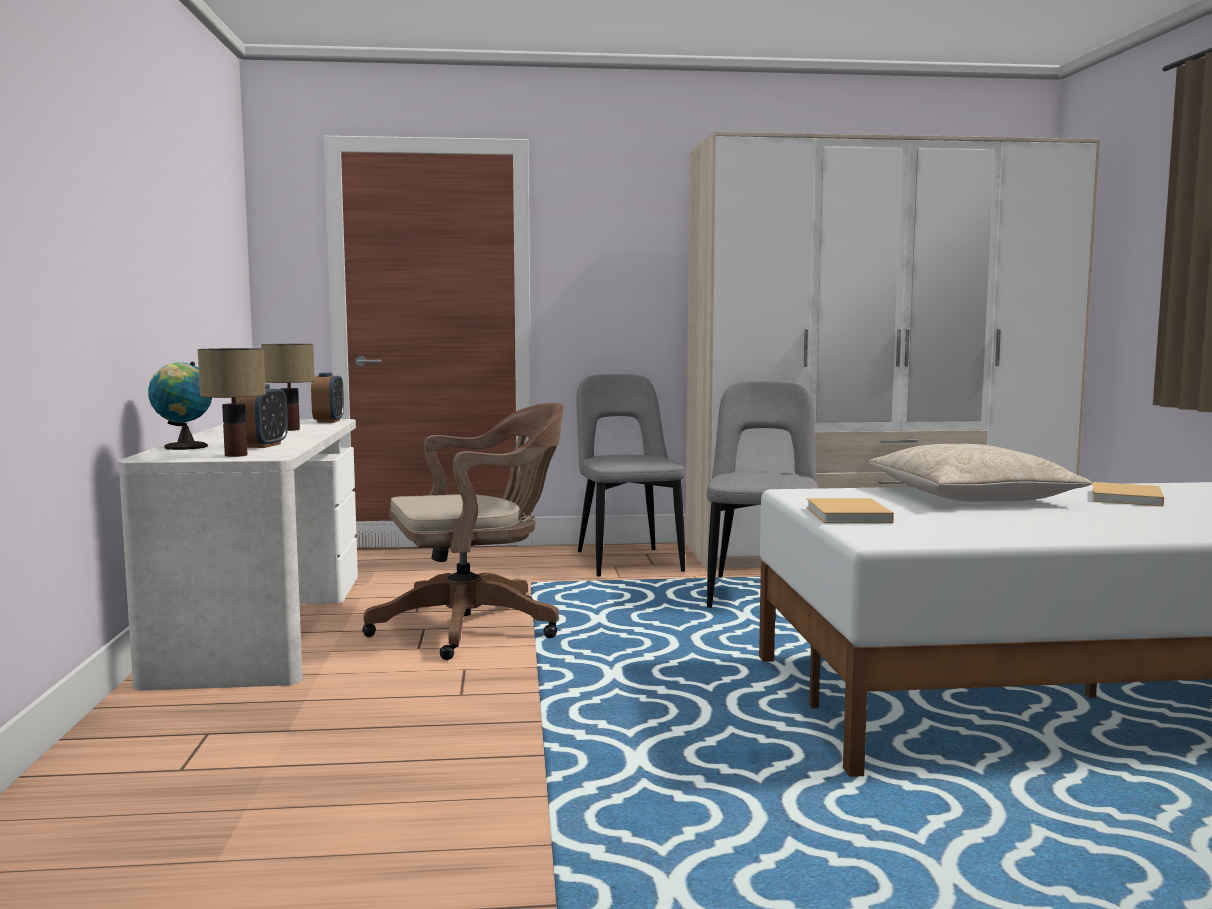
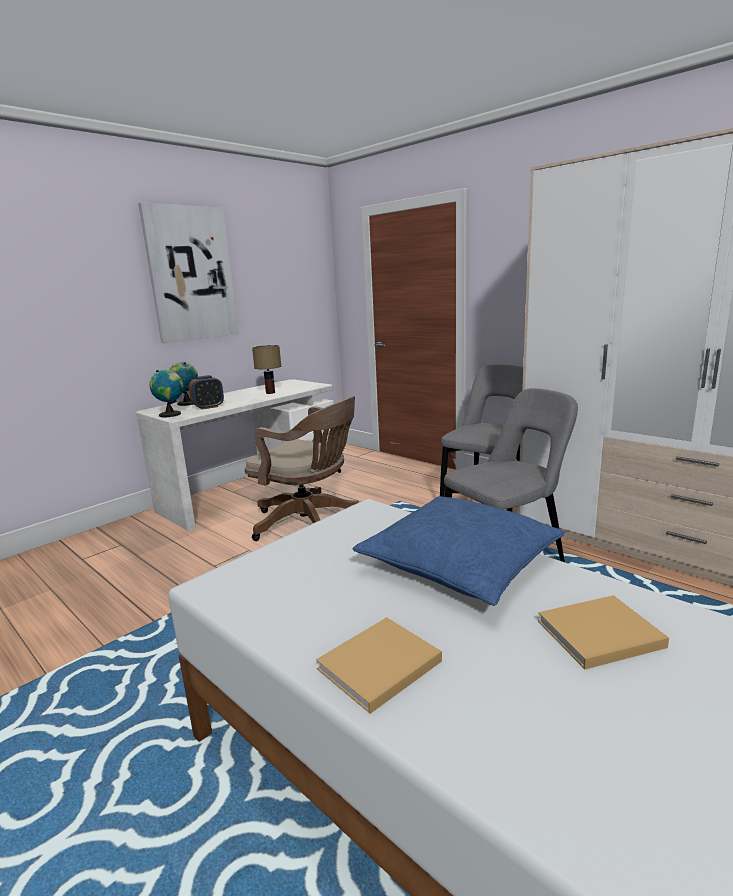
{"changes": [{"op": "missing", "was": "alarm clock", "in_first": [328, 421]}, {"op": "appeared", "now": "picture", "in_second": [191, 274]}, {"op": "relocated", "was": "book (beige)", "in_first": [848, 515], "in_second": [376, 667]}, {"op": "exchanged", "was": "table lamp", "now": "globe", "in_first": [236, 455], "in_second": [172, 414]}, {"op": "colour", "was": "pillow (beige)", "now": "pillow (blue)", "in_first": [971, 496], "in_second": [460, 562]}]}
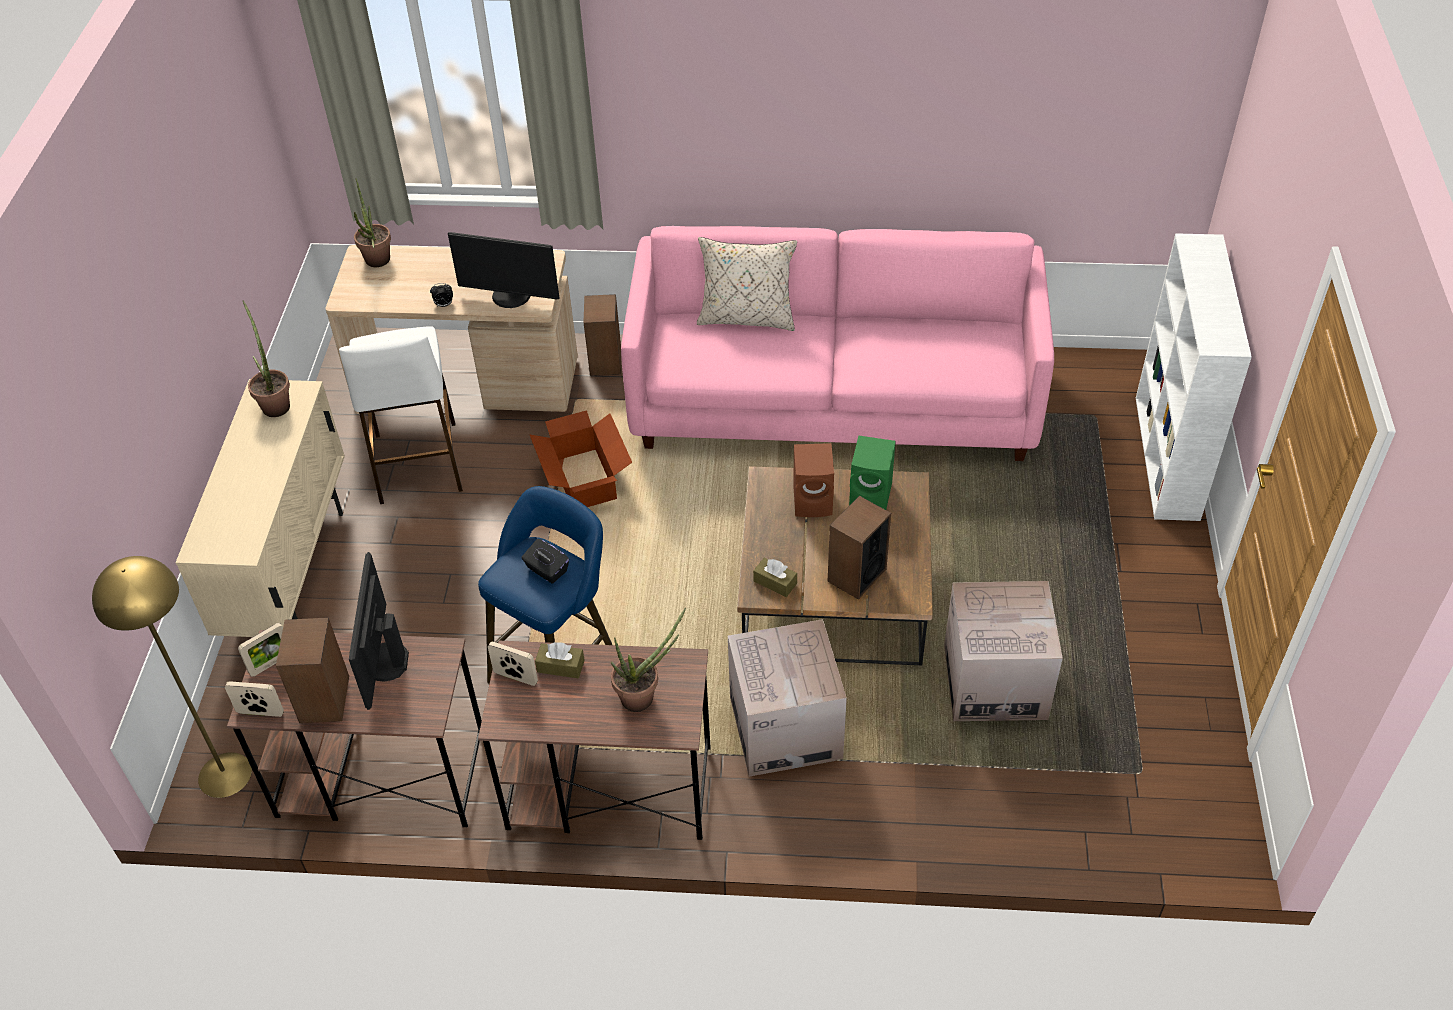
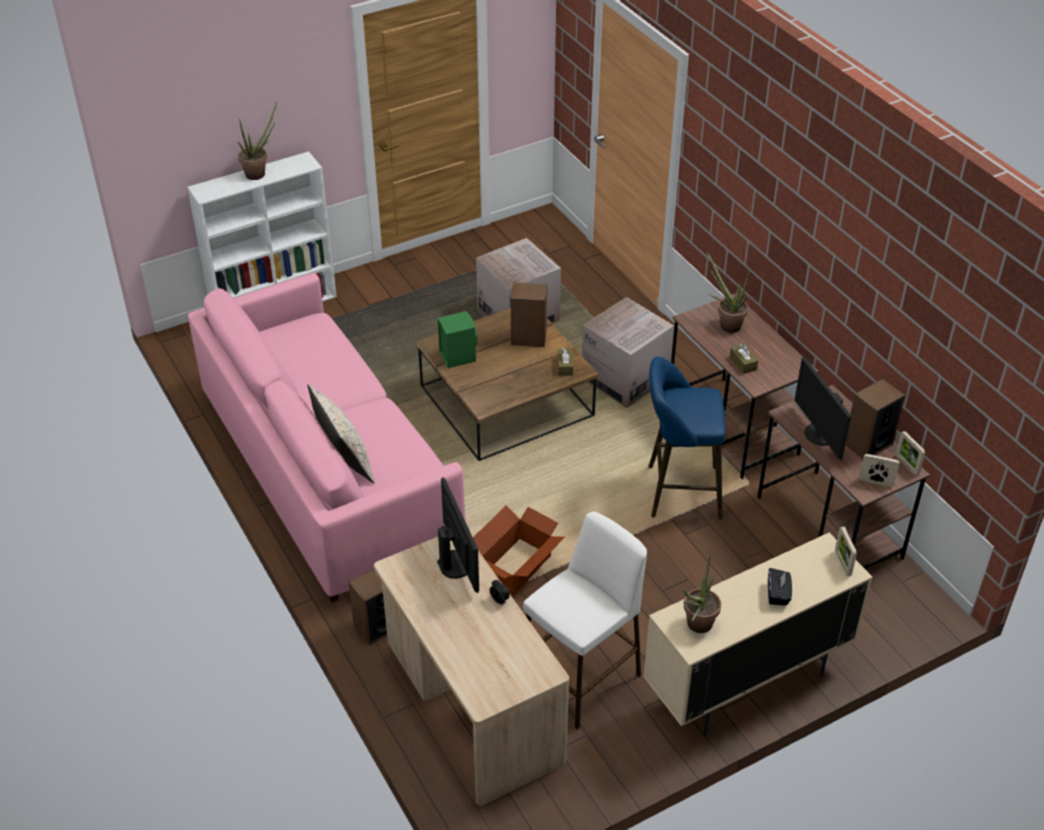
{"changes": [{"op": "missing", "was": "floor lamp (yellow)", "in_first": [224, 775]}, {"op": "missing", "was": "speaker (brown)", "in_first": [814, 501]}, {"op": "relocated", "was": "potted plant", "in_first": [377, 263], "in_second": [259, 173]}, {"op": "relocated", "was": "picture frame", "in_first": [515, 677], "in_second": [842, 563]}, {"op": "relocated", "was": "tissue box (black)", "in_first": [547, 570], "in_second": [778, 594]}, {"op": "spun", "was": "monitor", "in_first": [384, 662], "in_second": [819, 434], "clockwise": 105}]}
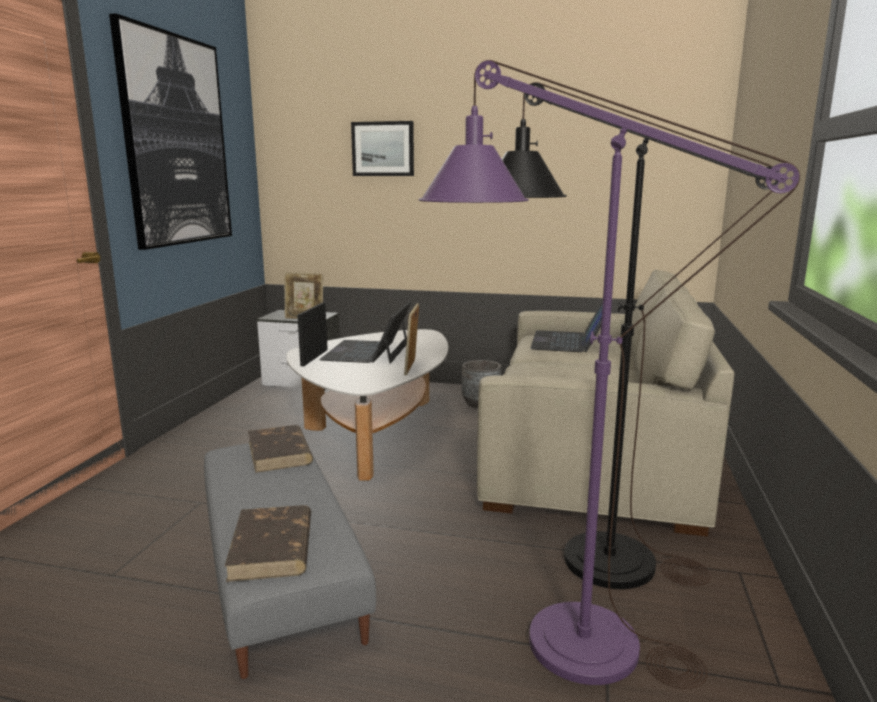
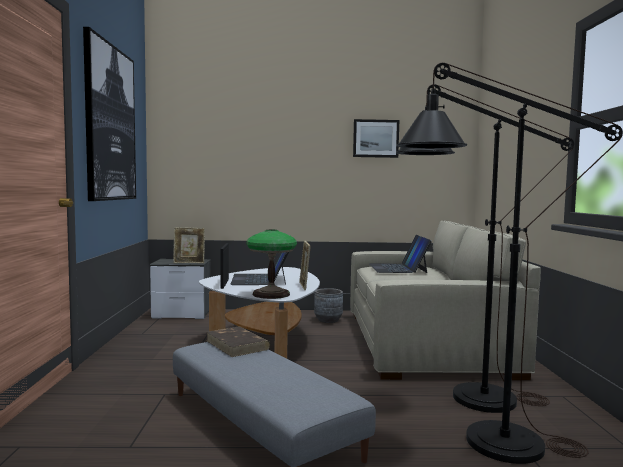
{"changes": [{"op": "missing", "was": "book (brown)", "in_first": [272, 548]}, {"op": "appeared", "now": "table lamp", "in_second": [271, 294]}, {"op": "relocated", "was": "picture", "in_first": [383, 149], "in_second": [375, 138]}, {"op": "colour", "was": "floor lamp (purple)", "now": "floor lamp (black)", "in_first": [551, 636], "in_second": [482, 442]}]}
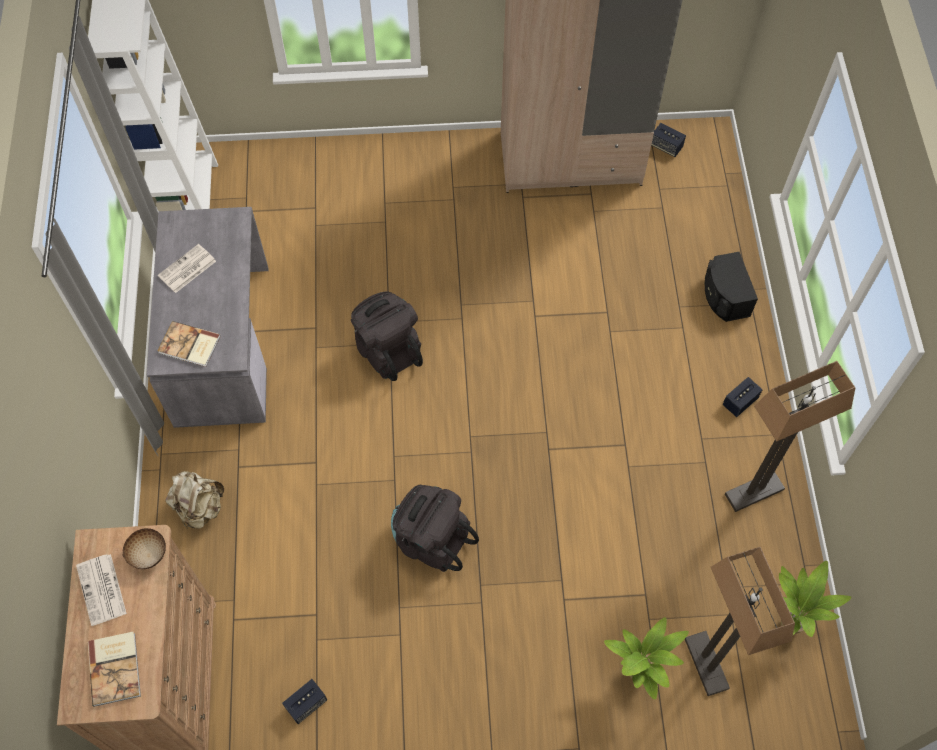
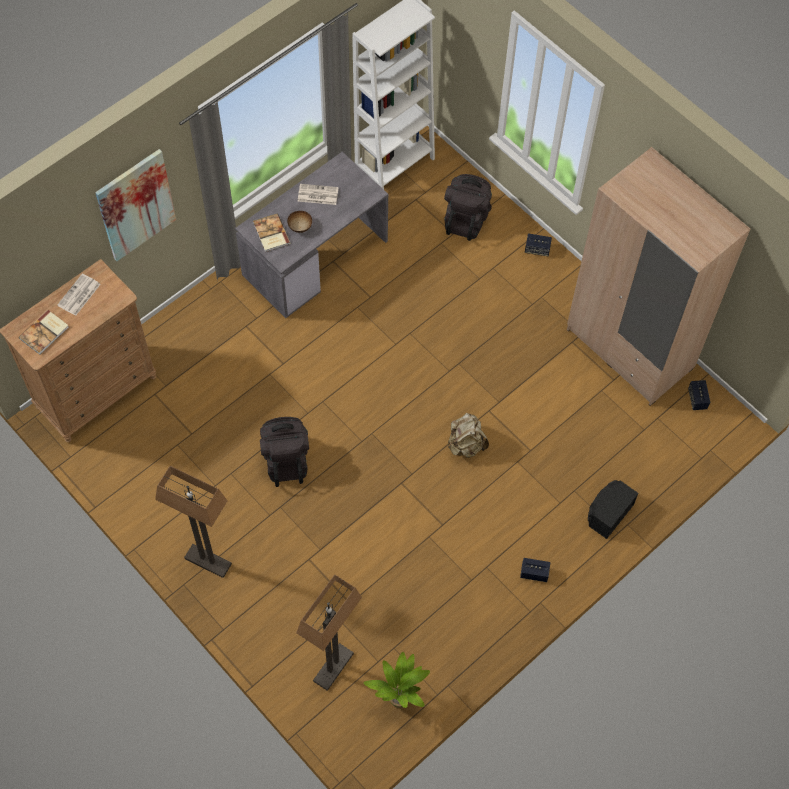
{"changes": [{"op": "missing", "was": "potted plant", "in_first": [638, 674]}, {"op": "appeared", "now": "picture", "in_second": [136, 205]}, {"op": "relocated", "was": "bowl", "in_first": [149, 554], "in_second": [300, 227]}, {"op": "relocated", "was": "backpack (beige)", "in_first": [199, 507], "in_second": [466, 444]}, {"op": "relocated", "was": "speaker", "in_first": [306, 704], "in_second": [537, 249]}, {"op": "relocated", "was": "backpack (black)", "in_first": [387, 350], "in_second": [466, 219]}, {"op": "relocated", "was": "floor lamp", "in_first": [754, 492], "in_second": [207, 561]}]}
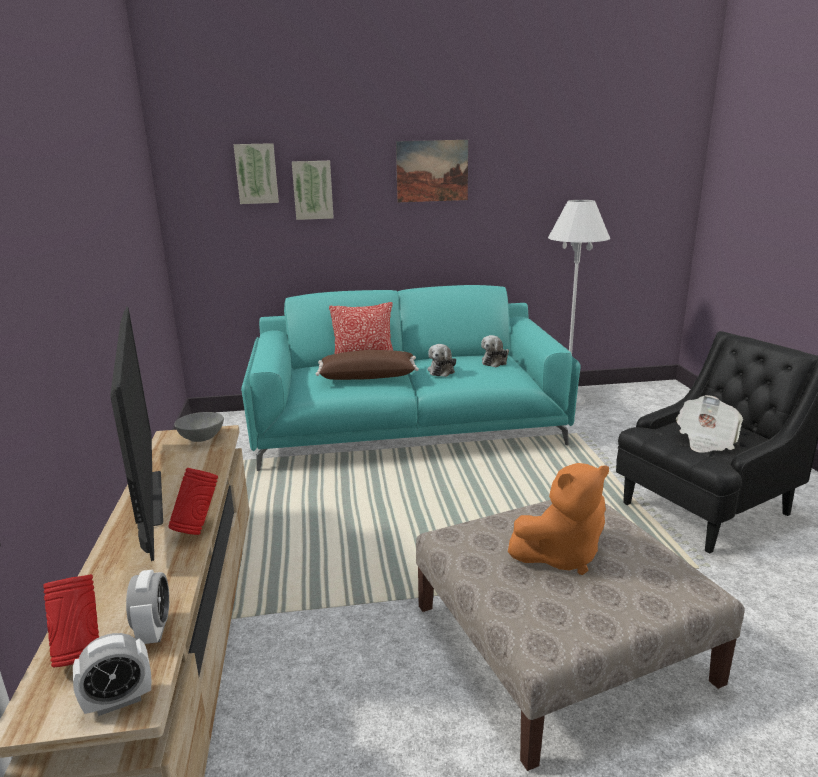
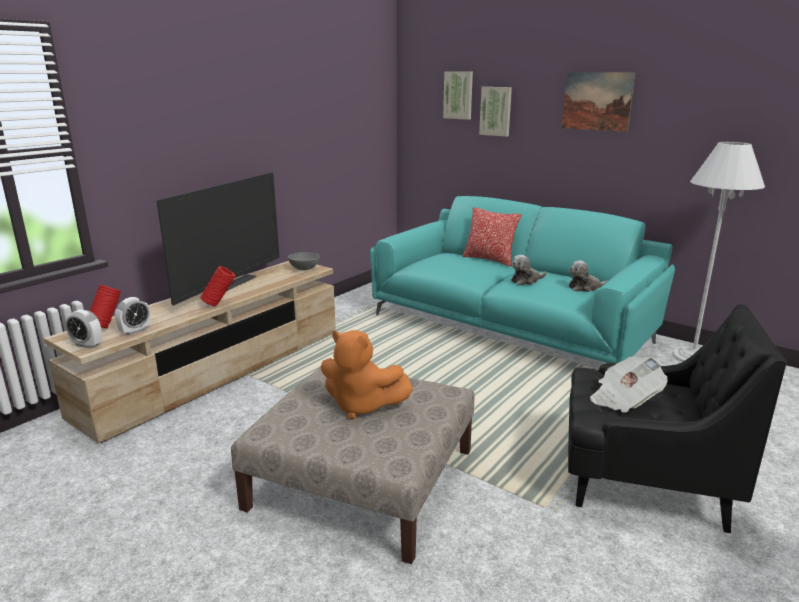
{"changes": [{"op": "missing", "was": "pillow (brown)", "in_first": [367, 376]}]}
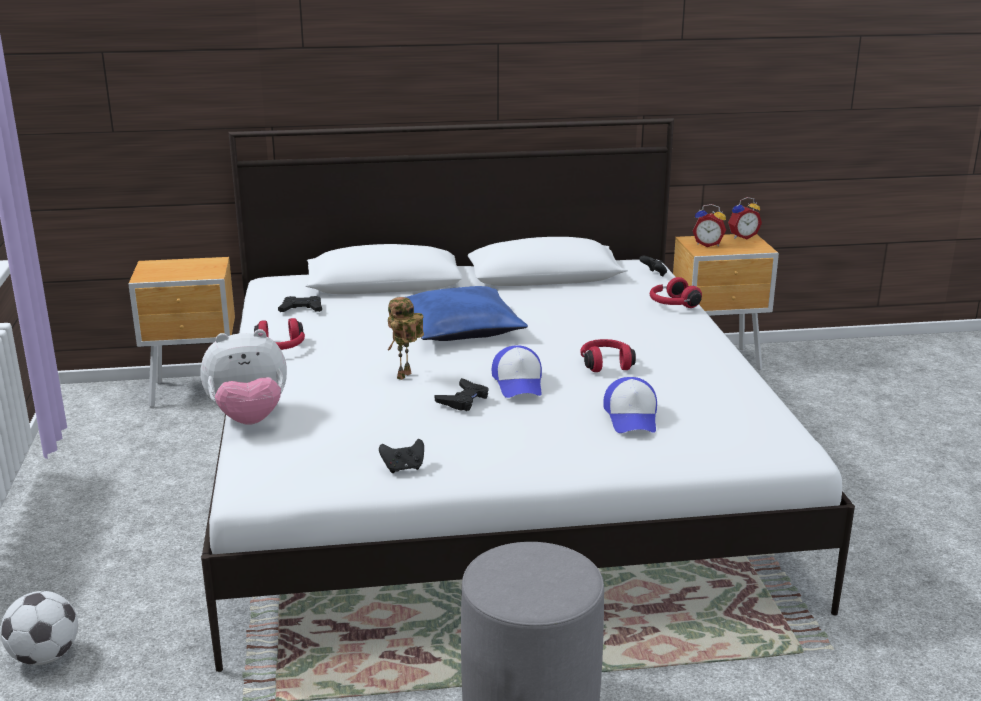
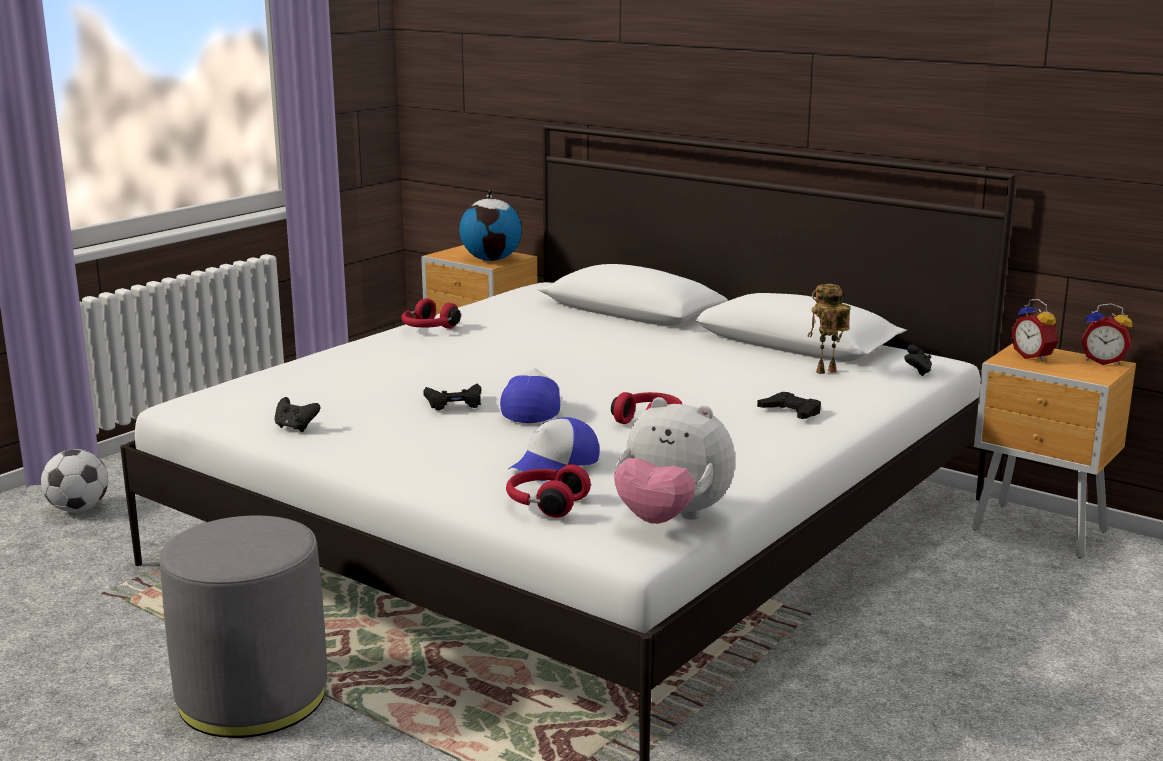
{"changes": [{"op": "missing", "was": "pillow (blue)", "in_first": [461, 329]}, {"op": "appeared", "now": "globe", "in_second": [492, 259]}, {"op": "relocated", "was": "plush toy", "in_first": [249, 418], "in_second": [671, 519]}, {"op": "relocated", "was": "game controller (black)", "in_first": [301, 309], "in_second": [791, 412]}, {"op": "relocated", "was": "toy robot", "in_first": [405, 376], "in_second": [826, 373]}, {"op": "relocated", "was": "headphones (red)", "in_first": [672, 304], "in_second": [545, 504]}, {"op": "spun", "was": "cap", "in_first": [519, 383], "in_second": [532, 408], "clockwise": 150}]}
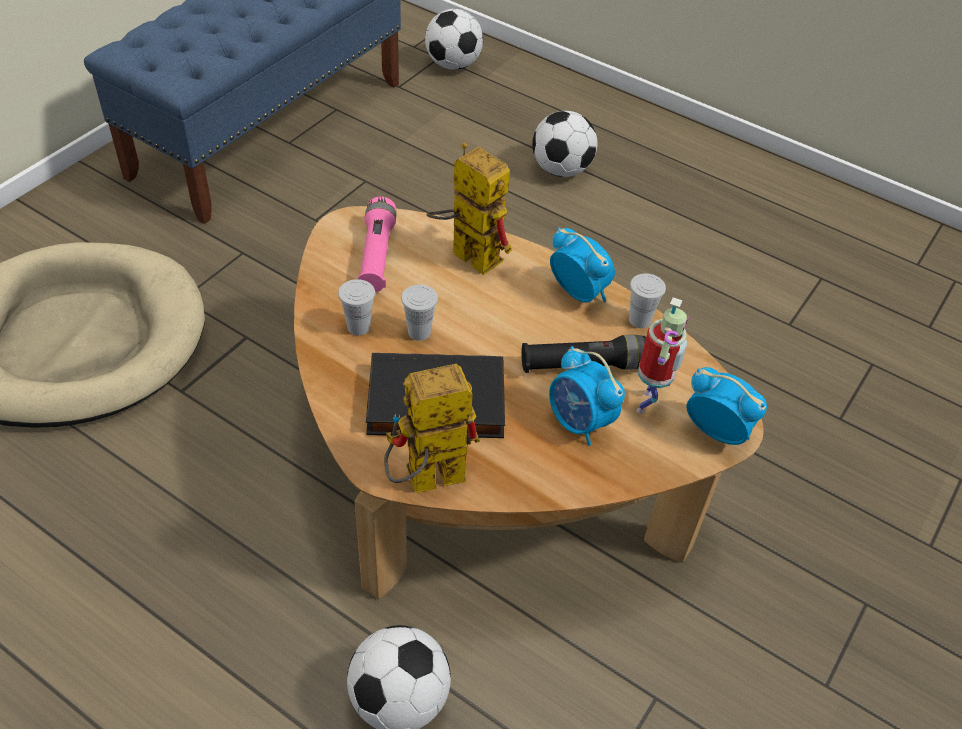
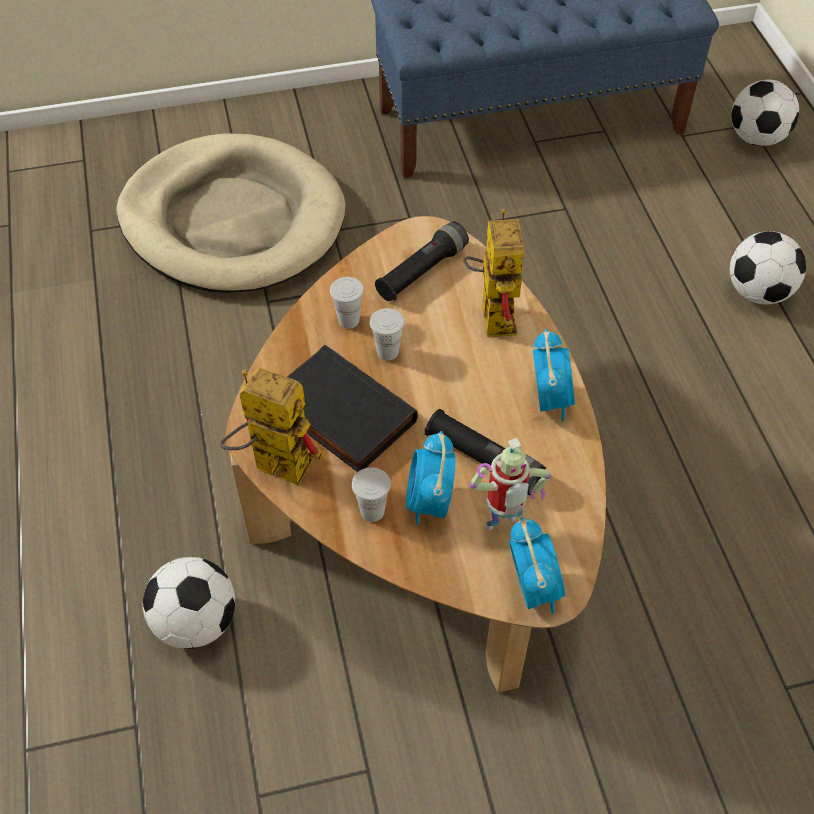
{"changes": [{"op": "relocated", "was": "cup (white)", "in_first": [639, 320], "in_second": [372, 511]}, {"op": "colour", "was": "flashlight (pink)", "now": "flashlight (black)", "in_first": [377, 255], "in_second": [421, 272]}]}
